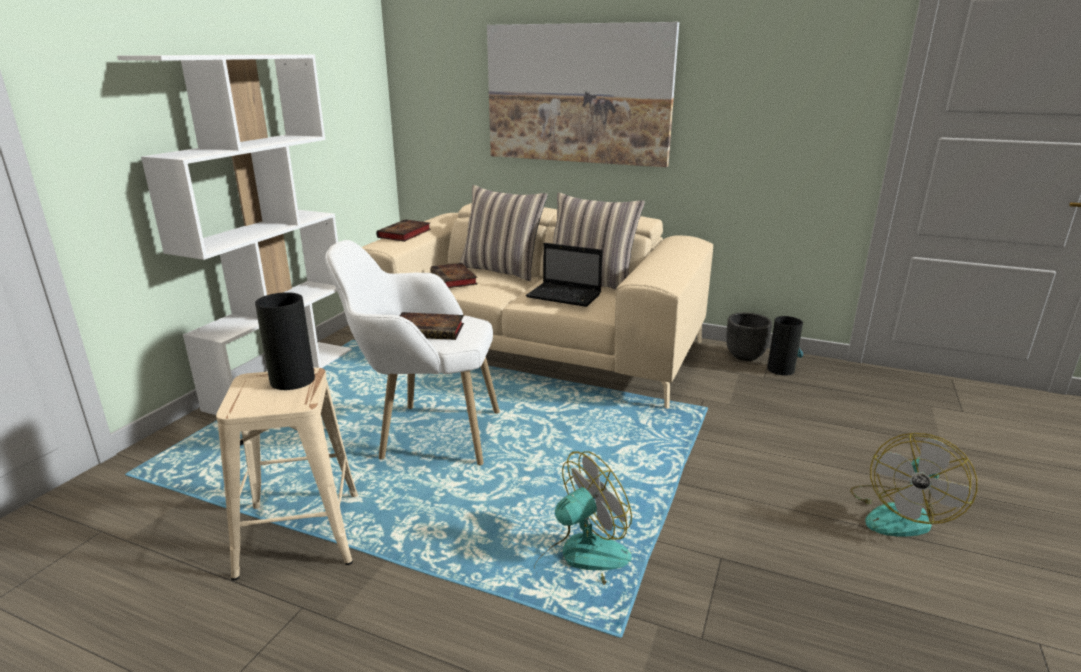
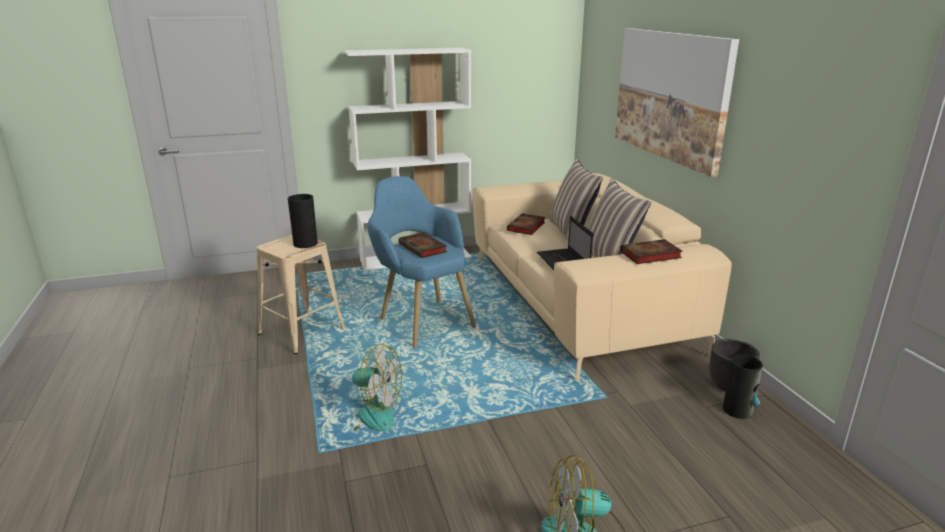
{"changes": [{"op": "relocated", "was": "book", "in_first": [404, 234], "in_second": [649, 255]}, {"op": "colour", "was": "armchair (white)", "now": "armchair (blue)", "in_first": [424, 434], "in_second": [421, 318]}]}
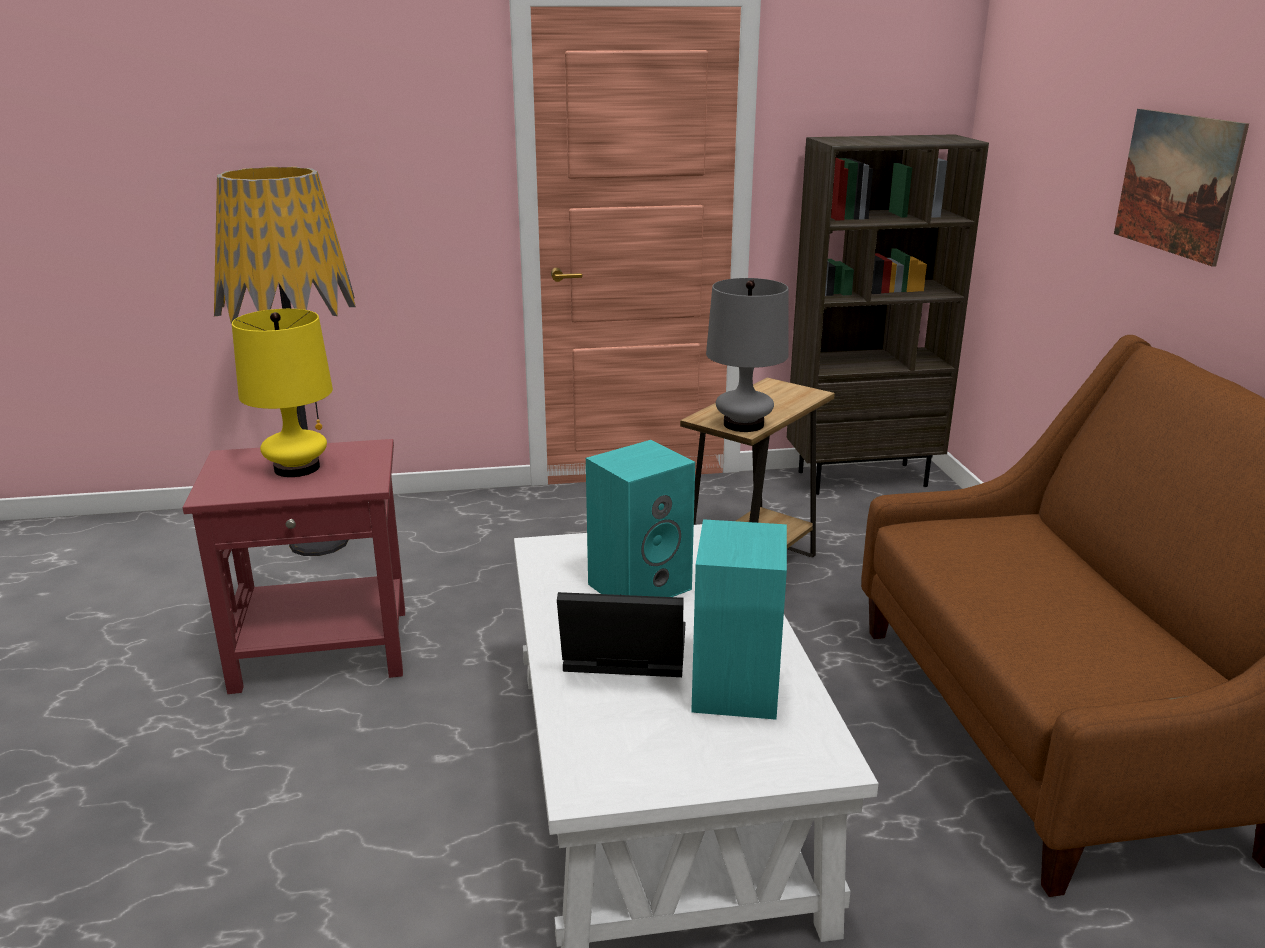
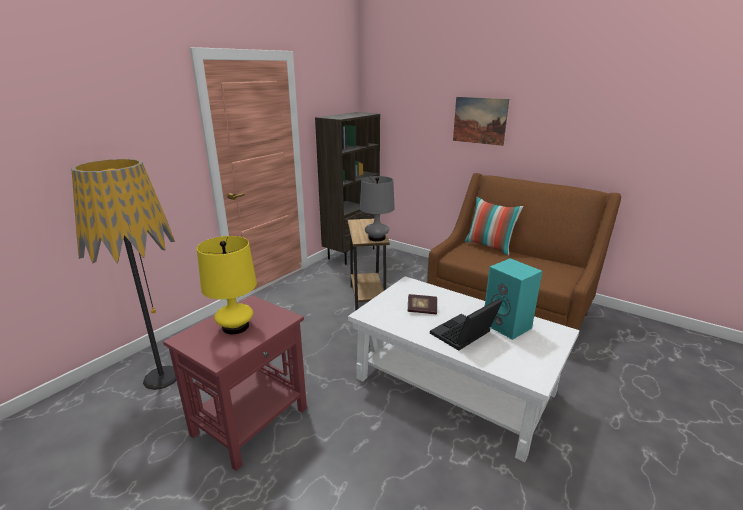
{"changes": [{"op": "appeared", "now": "pillow", "in_second": [489, 246]}, {"op": "exchanged", "was": "speaker (turquoise)", "now": "book", "in_first": [640, 585], "in_second": [422, 310]}]}
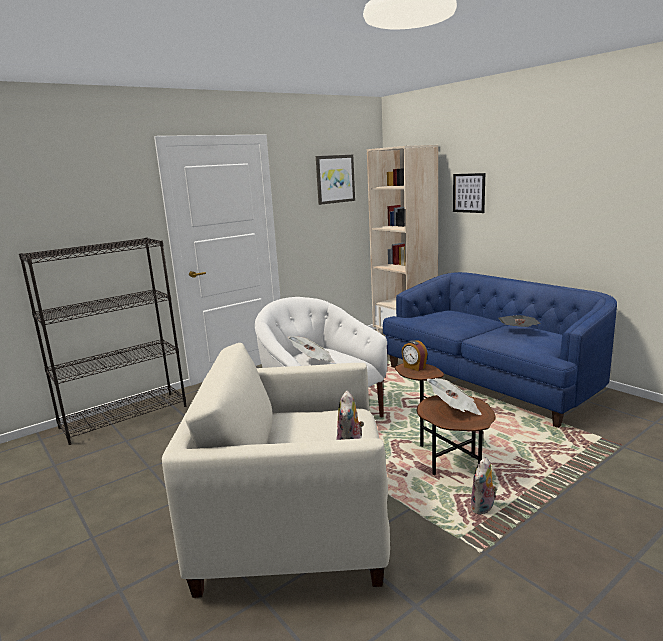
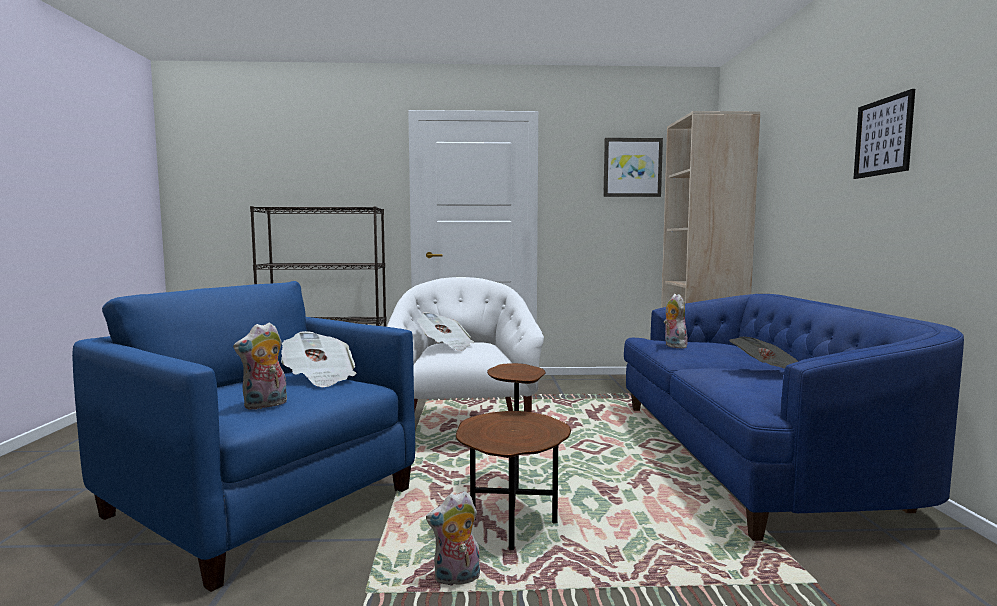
{"changes": [{"op": "missing", "was": "alarm clock", "in_first": [414, 367]}, {"op": "appeared", "now": "plush toy", "in_second": [673, 346]}, {"op": "relocated", "was": "newspaper", "in_first": [454, 409], "in_second": [319, 378]}, {"op": "relocated", "was": "picture", "in_first": [469, 193], "in_second": [883, 137]}, {"op": "colour", "was": "armchair (beige)", "now": "armchair (blue)", "in_first": [293, 526], "in_second": [262, 503]}]}
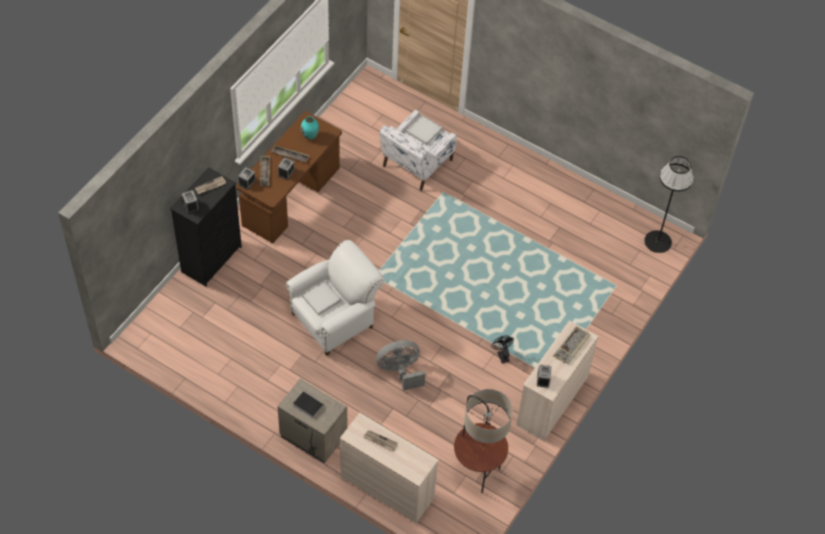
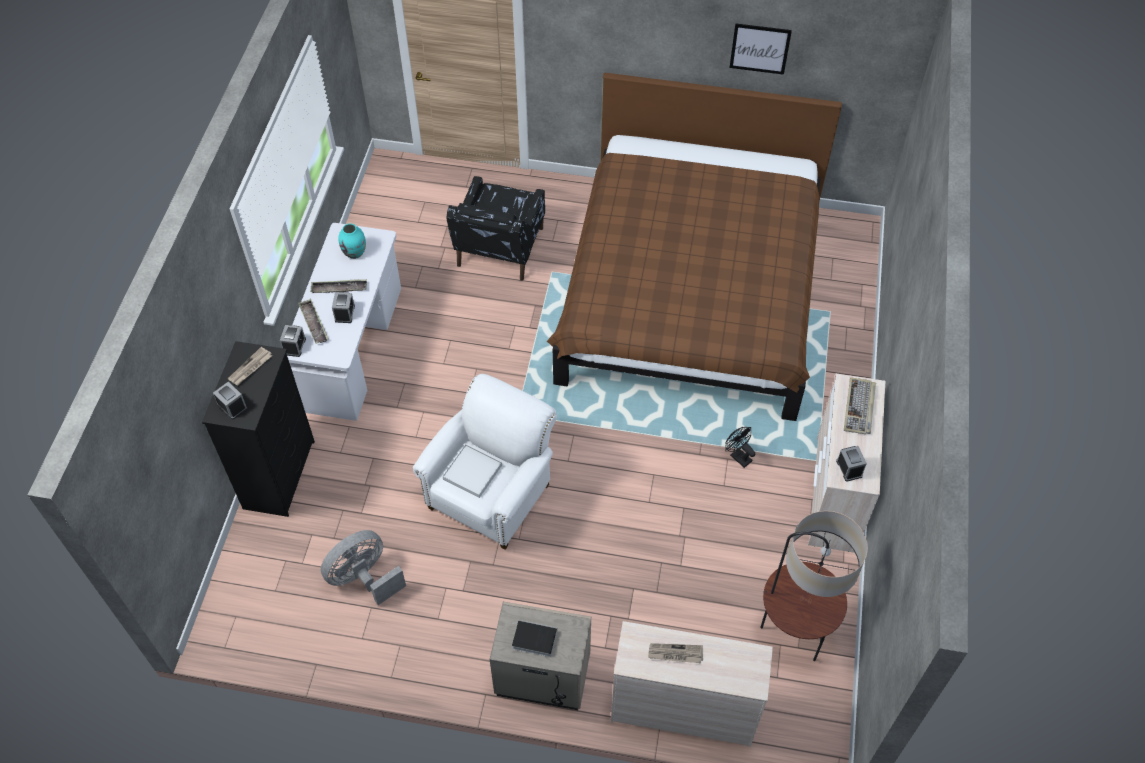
{"changes": [{"op": "missing", "was": "tray (white)", "in_first": [424, 131]}, {"op": "missing", "was": "floor lamp (black)", "in_first": [657, 241]}, {"op": "appeared", "now": "bed (brown)", "in_second": [690, 294]}, {"op": "appeared", "now": "picture", "in_second": [760, 48]}, {"op": "relocated", "was": "fan (grey)", "in_first": [400, 371], "in_second": [364, 578]}, {"op": "colour", "was": "desk (brown)", "now": "desk (white)", "in_first": [291, 197], "in_second": [353, 348]}, {"op": "colour", "was": "armchair (white)", "now": "armchair (black)", "in_first": [416, 164], "in_second": [499, 248]}]}
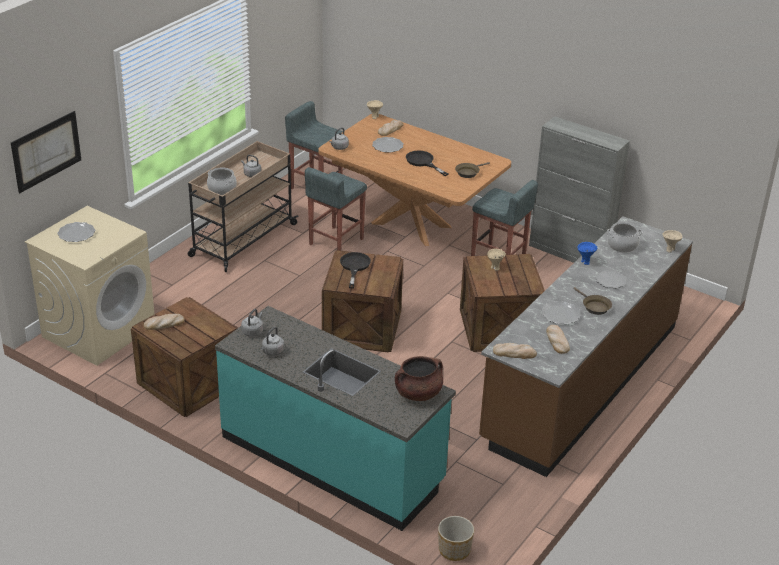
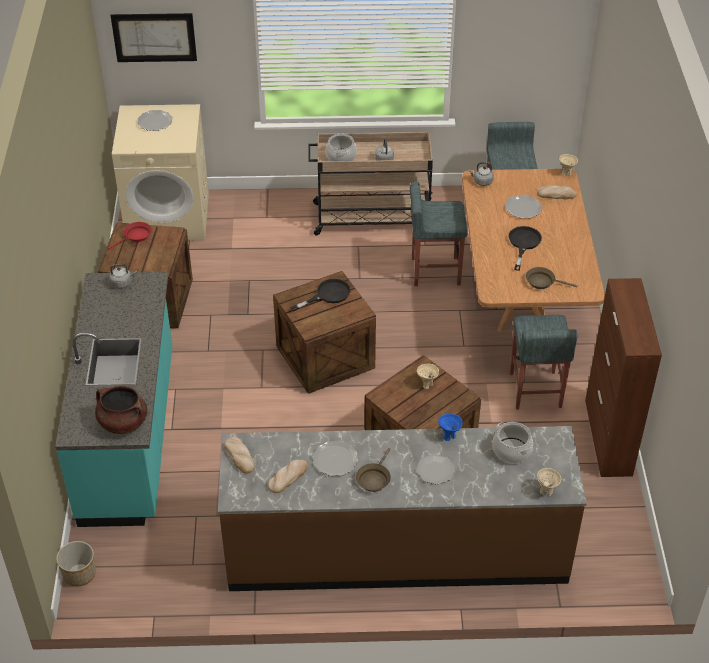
{"changes": [{"op": "missing", "was": "kettle (grey)", "in_first": [272, 352]}, {"op": "exchanged", "was": "bread", "now": "frying pan (red)", "in_first": [164, 324], "in_second": [136, 236]}, {"op": "colour", "was": "cabinet (grey)", "now": "cabinet (brown)", "in_first": [570, 253], "in_second": [608, 438]}]}
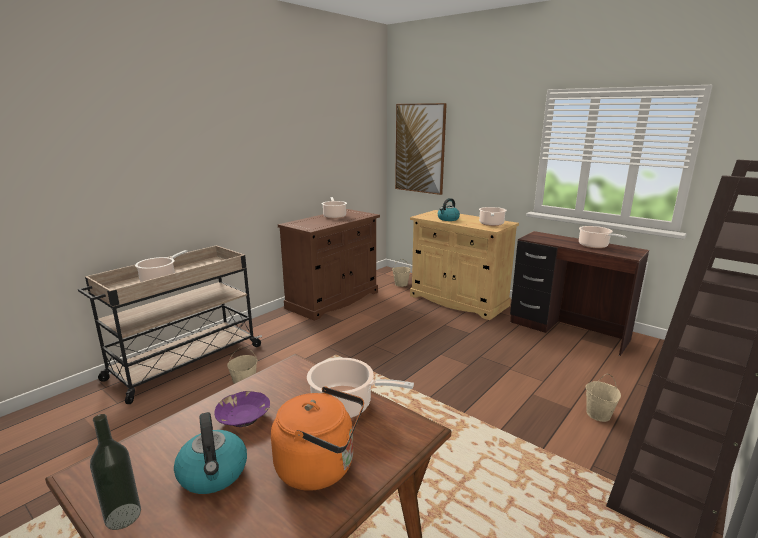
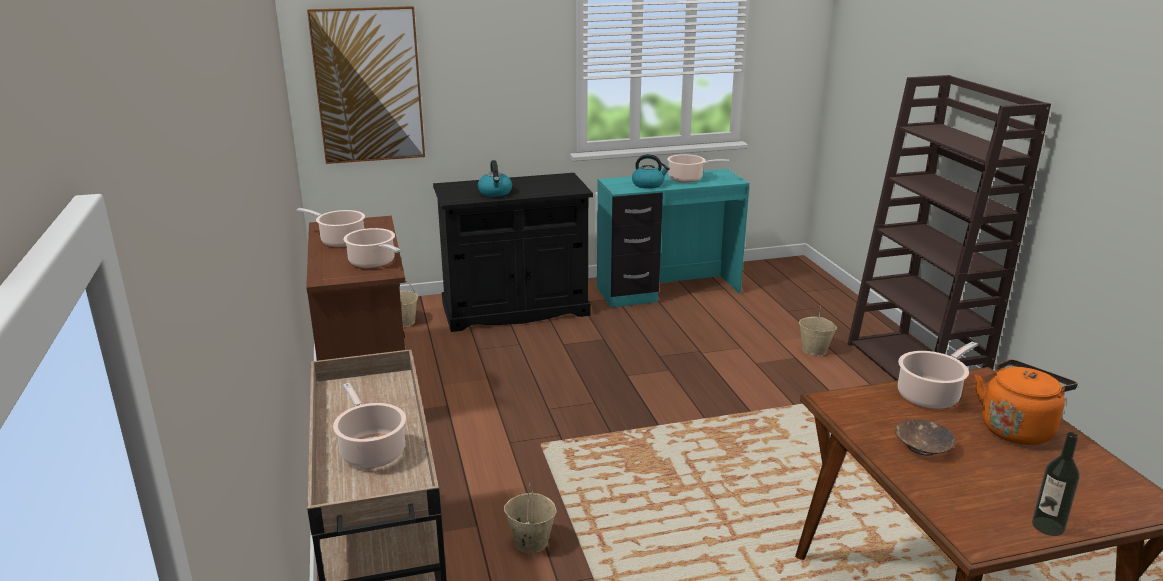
{"changes": [{"op": "relocated", "was": "kettle", "in_first": [213, 474], "in_second": [648, 184]}, {"op": "relocated", "was": "cooking pot", "in_first": [491, 224], "in_second": [373, 263]}, {"op": "colour", "was": "bowl (purple)", "now": "bowl (brown)", "in_first": [244, 417], "in_second": [922, 446]}, {"op": "colour", "was": "cabinet (beige)", "now": "cabinet (black)", "in_first": [458, 301], "in_second": [515, 310]}, {"op": "colour", "was": "desk (brown)", "now": "desk (turquoise)", "in_first": [567, 331], "in_second": [669, 291]}]}
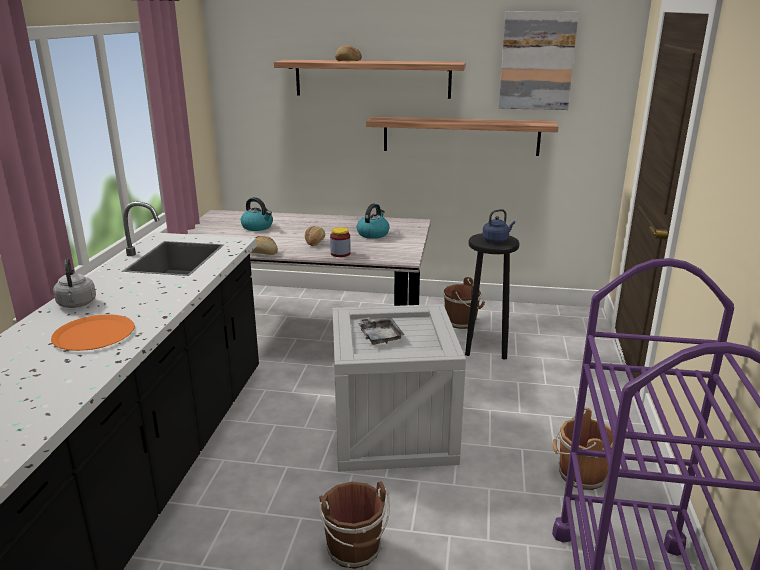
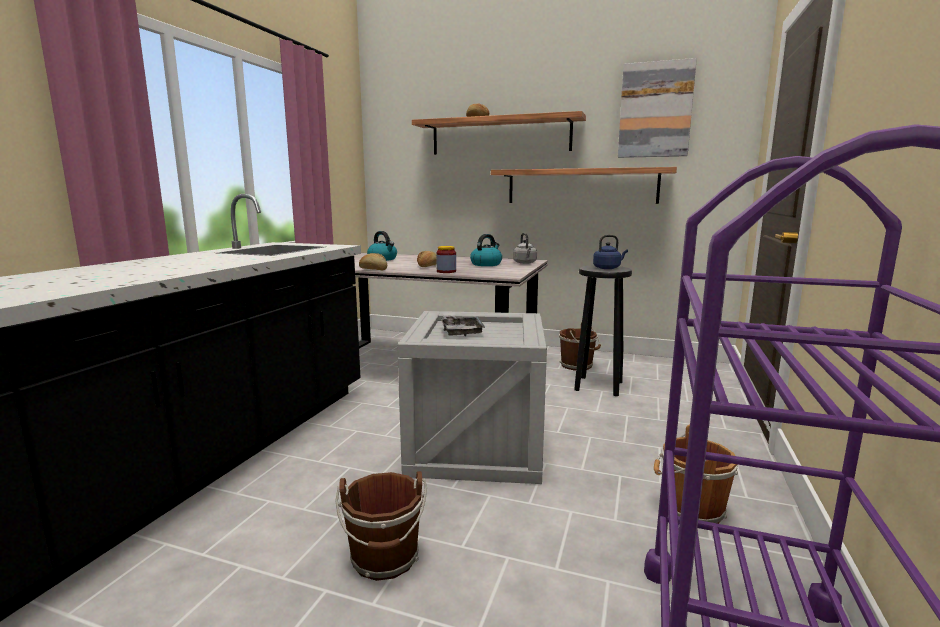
{"changes": [{"op": "missing", "was": "plate (orange)", "in_first": [94, 334]}, {"op": "relocated", "was": "kettle (grey)", "in_first": [77, 304], "in_second": [525, 263]}]}
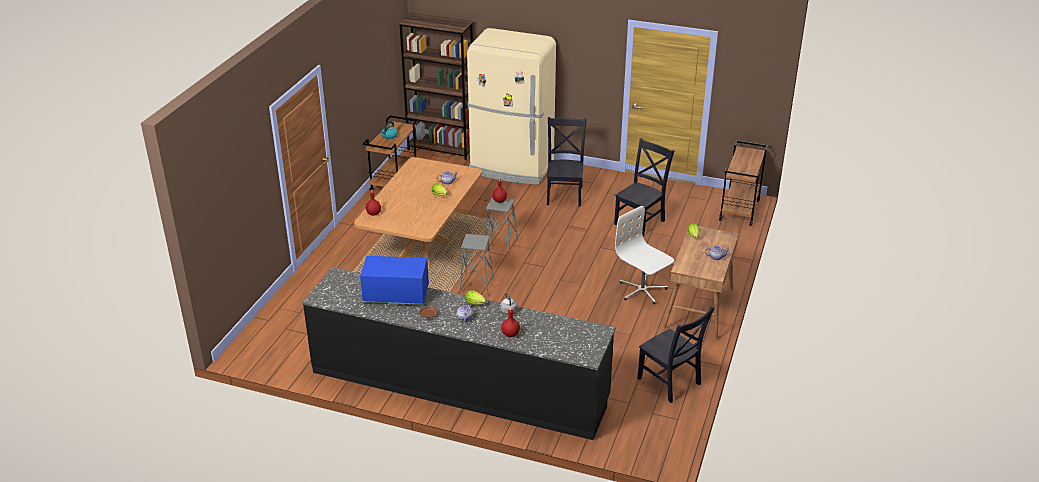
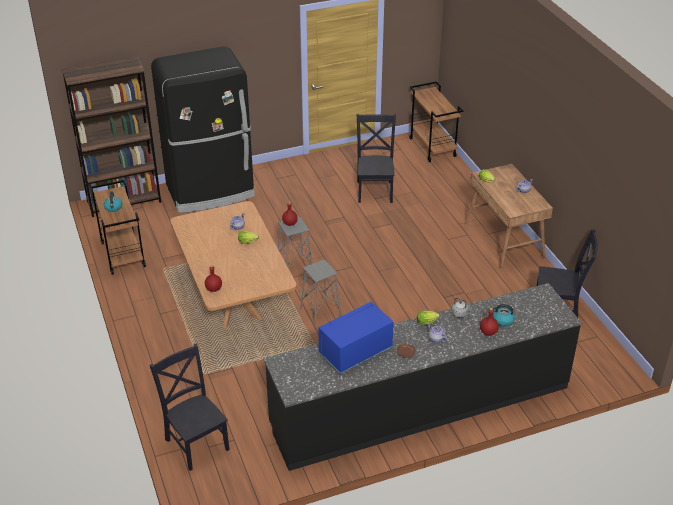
{"changes": [{"op": "missing", "was": "office chair (white)", "in_first": [642, 291]}, {"op": "appeared", "now": "kettle", "in_second": [502, 320]}, {"op": "relocated", "was": "chair (black)", "in_first": [564, 195], "in_second": [196, 442]}, {"op": "colour", "was": "fridge (beige)", "now": "fridge (black)", "in_first": [511, 168], "in_second": [211, 191]}]}
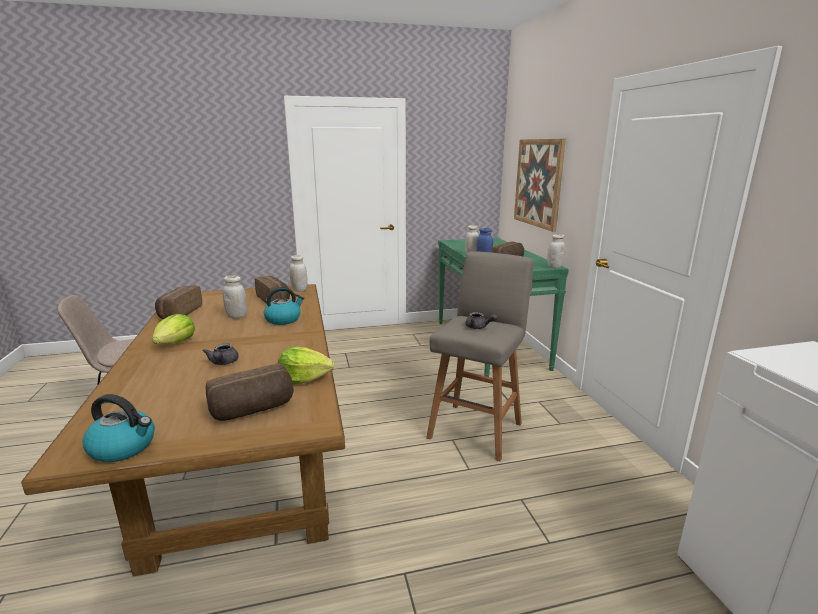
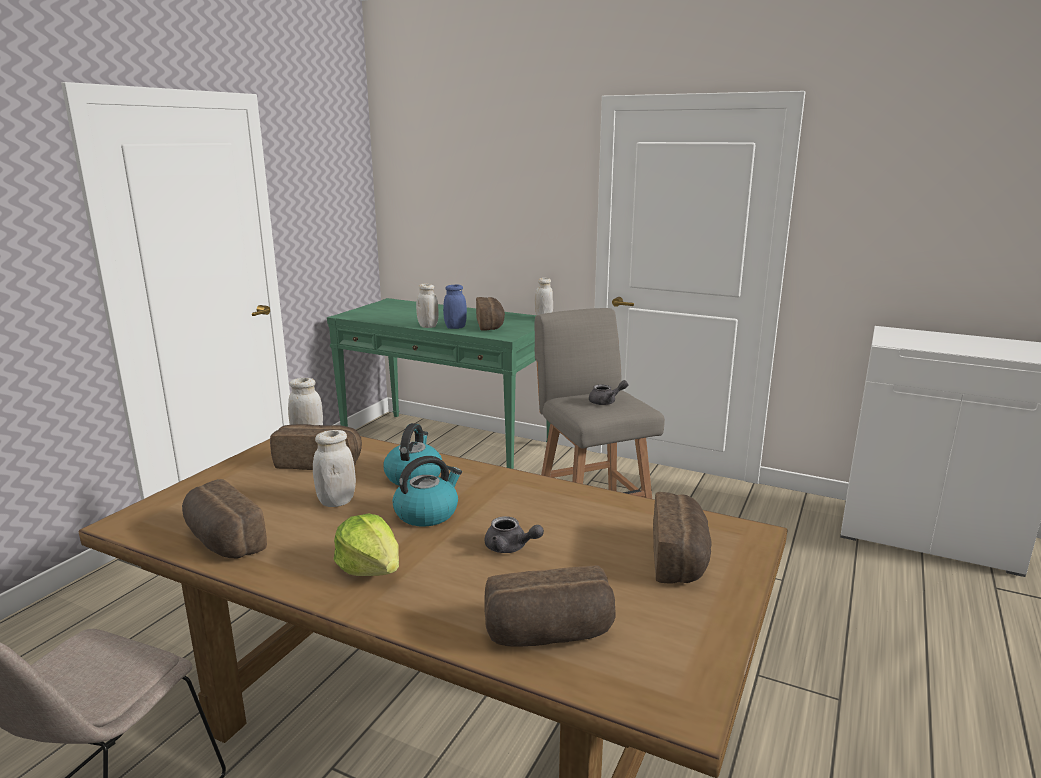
{"changes": [{"op": "missing", "was": "lettuce", "in_first": [304, 378]}, {"op": "missing", "was": "picture", "in_first": [538, 183]}, {"op": "appeared", "now": "bread", "in_second": [549, 635]}, {"op": "relocated", "was": "kettle", "in_first": [124, 447], "in_second": [427, 513]}]}
